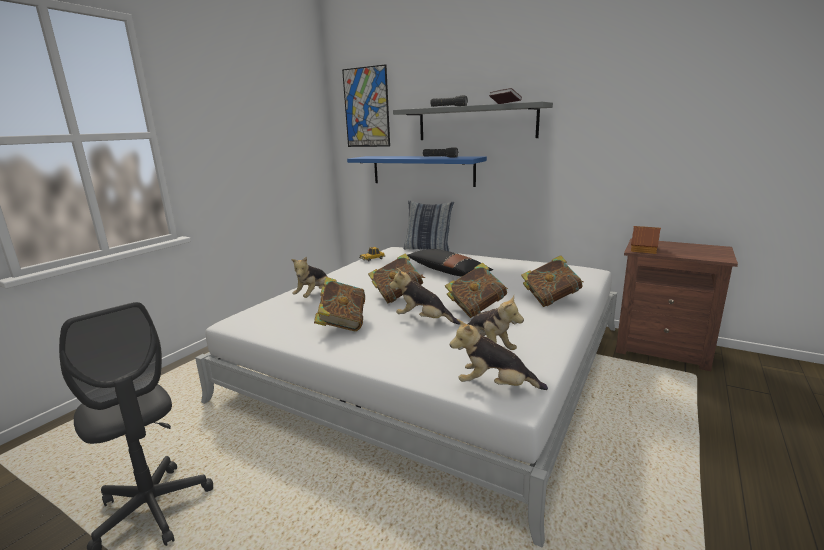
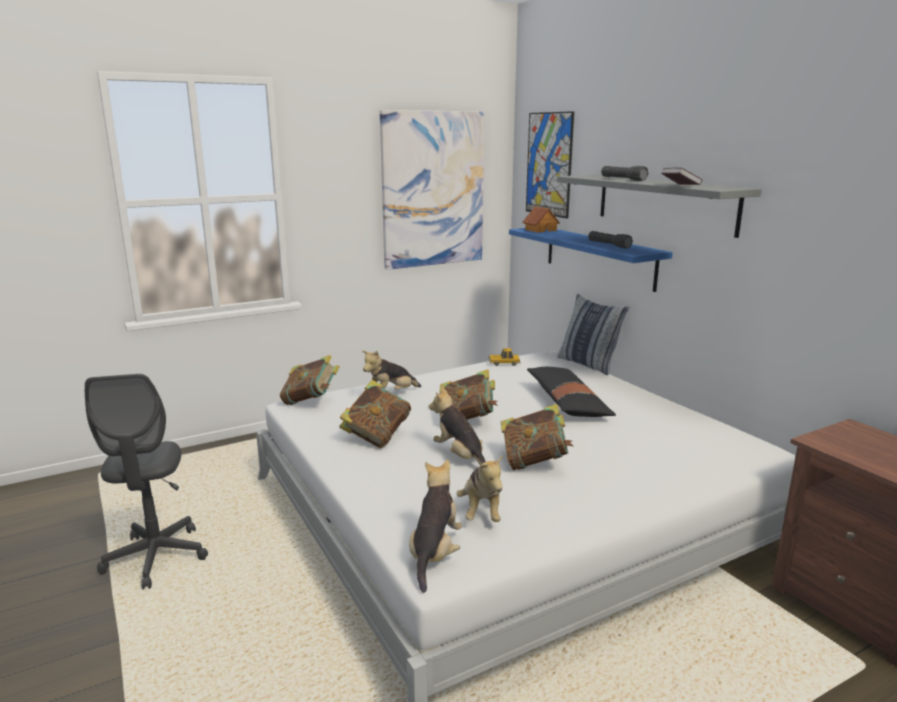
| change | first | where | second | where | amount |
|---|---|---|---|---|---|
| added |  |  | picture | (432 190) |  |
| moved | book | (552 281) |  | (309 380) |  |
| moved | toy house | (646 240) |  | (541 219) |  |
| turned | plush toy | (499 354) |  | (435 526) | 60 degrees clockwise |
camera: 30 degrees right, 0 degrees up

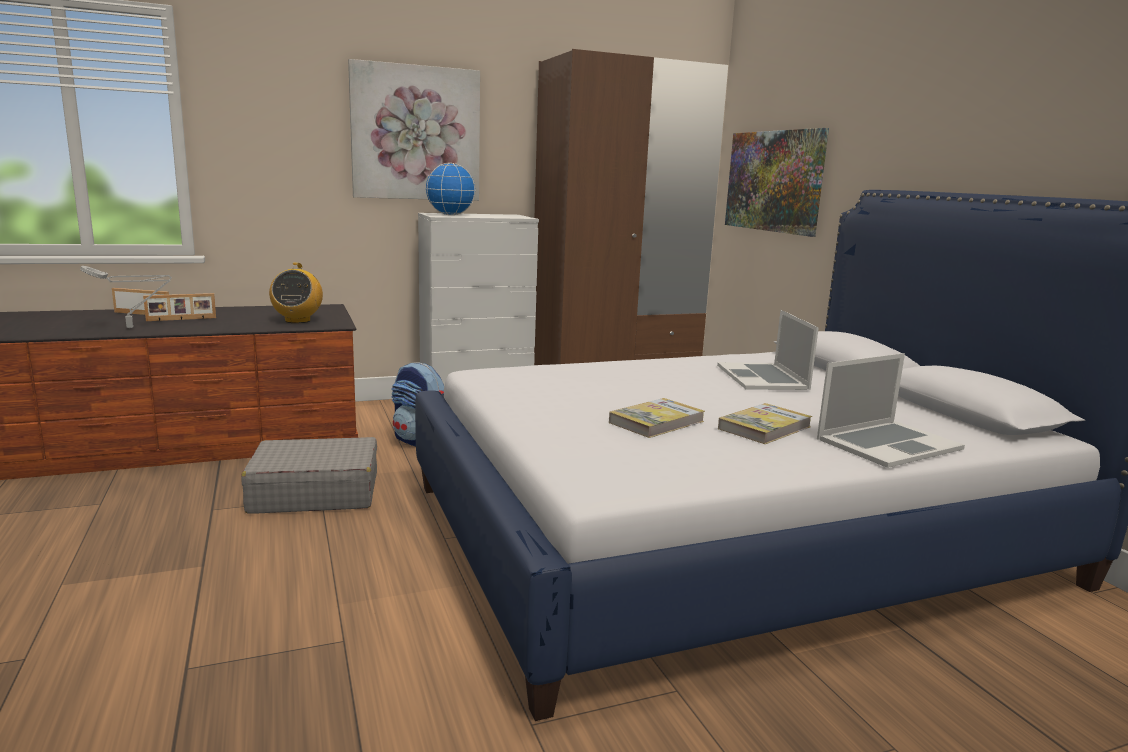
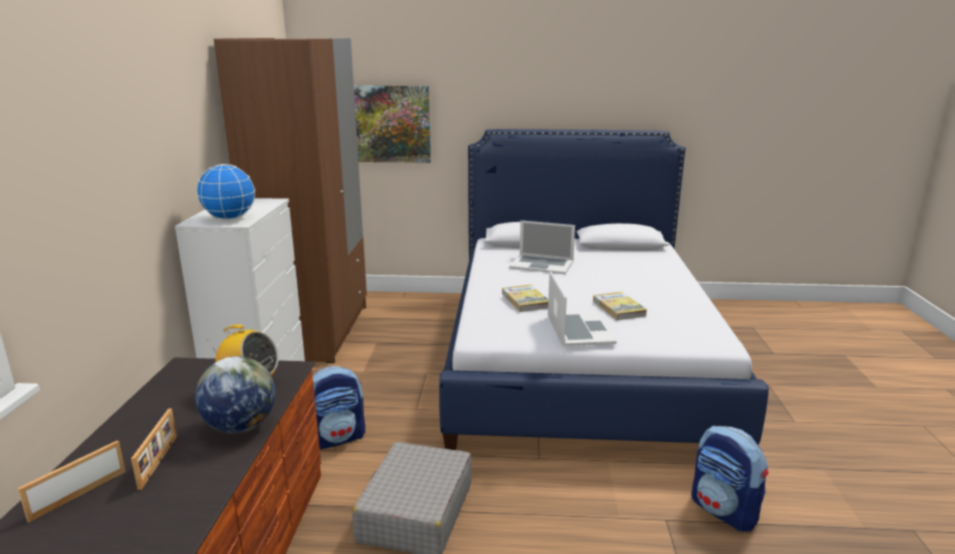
| change | first | where | second | where | amount |
|---|---|---|---|---|---|
| removed | table lamp (grey) | (126 297) |  |  |  |
| removed | picture | (414 130) |  |  |  |
| added |  |  | globe | (235 394) |  |
| added |  |  | backpack | (730 479) |  |
| moved | book | (765 423) |  | (525 298) |  |
| moved | laptop | (891 410) |  | (582 308) |  |
camera: 65 degrees left, 5 degrees up

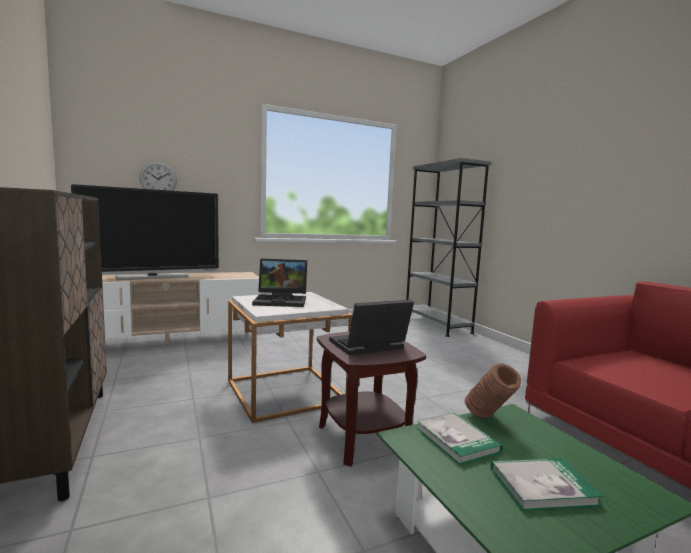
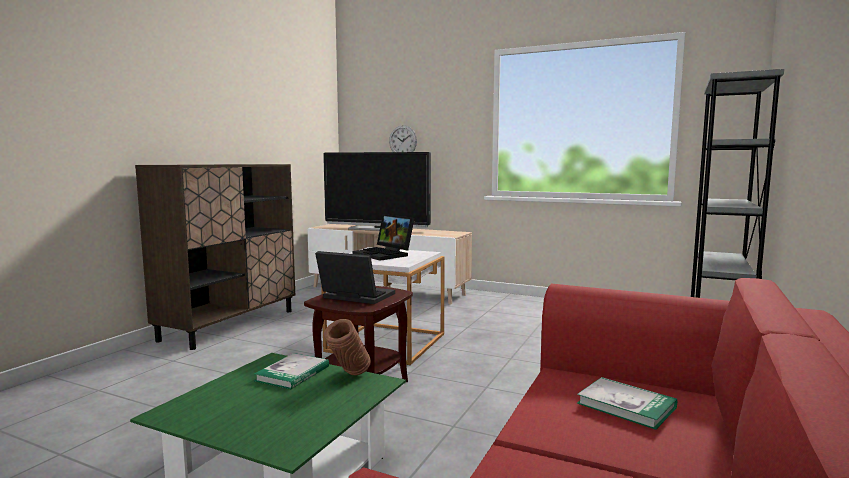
| change | first | where | second | where | amount |
|---|---|---|---|---|---|
| moved | book | (547 484) |  | (627 403) |  |
camera: 50 degrees right, 0 degrees up

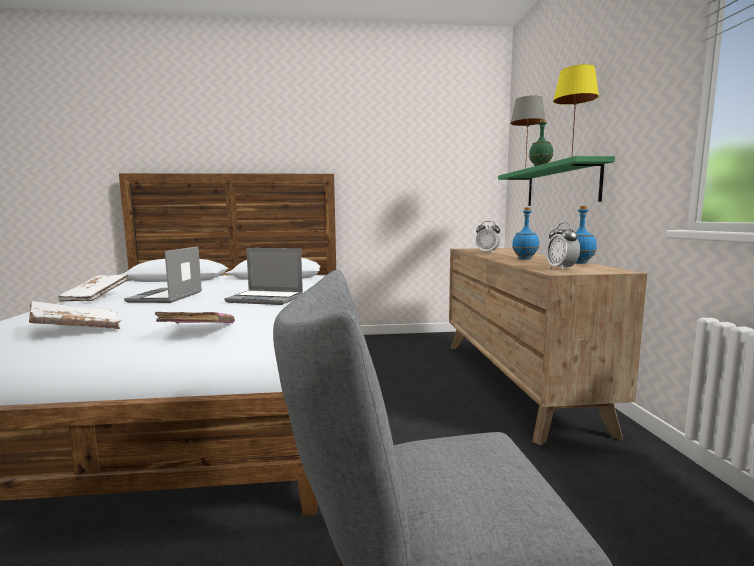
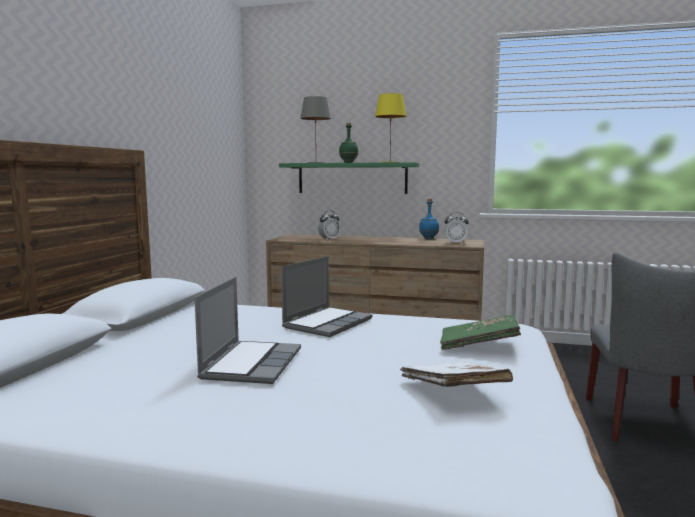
| change | first | where | second | where | amount |
|---|---|---|---|---|---|
| removed | book (white) | (93 288) |  |  |  |
| removed | bottle (blue) | (525 233) |  |  |  |
| recoloured | book (pink) | (195 318) | book (green) | (480 332) |  |
| turned | laptop | (163 274) |  | (247 330) | 105 degrees counterclockwise |
camera: 70 degrees left, 0 degrees up

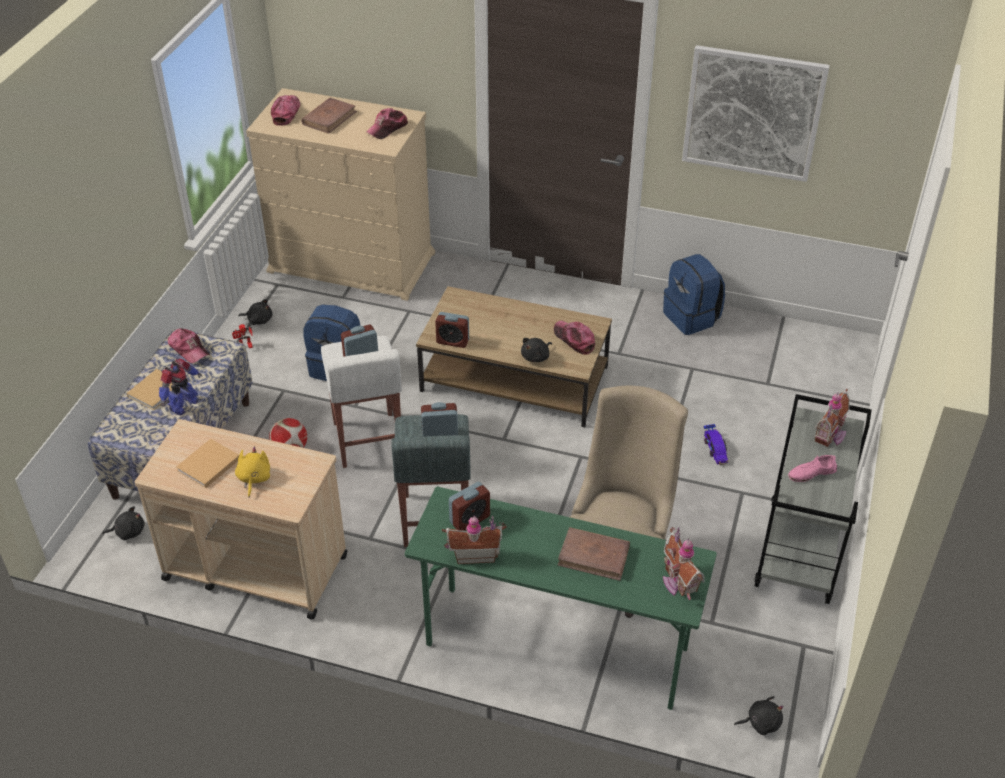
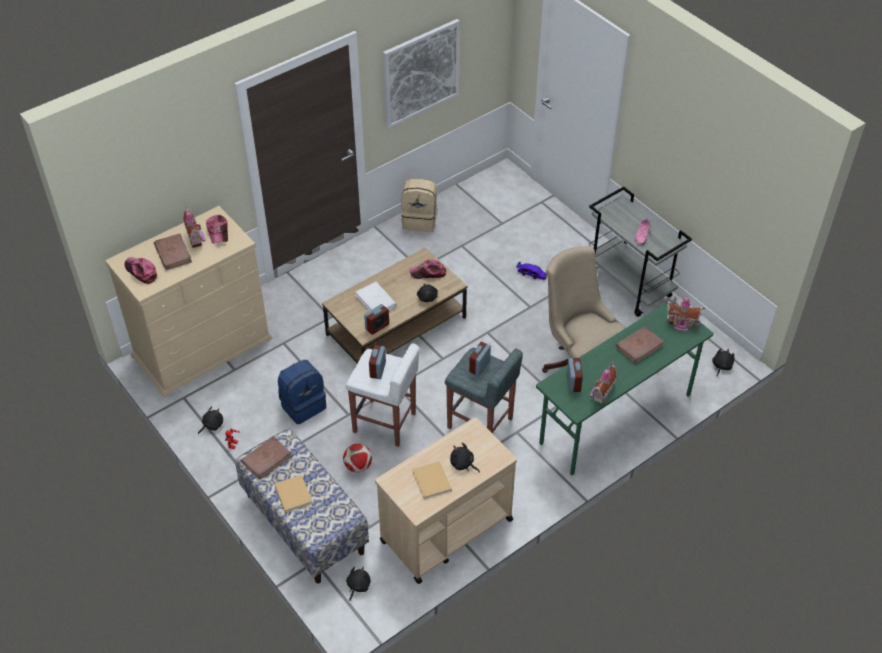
| change | first | where | second | where | amount |
|---|---|---|---|---|---|
| removed | toy robot | (180 387) |  |  |  |
| added |  |  | book (white) | (376 296) |  |
| moved | toy house | (832 418) |  | (194 227) |  |
| replaced | cap | (188 345) | book (brown) | (266 458) |  |
| recoloured | plush toy (yellow) | (252 472) | plush toy (black) | (465 458) |  |
| recoloured | backpack (blue) | (694 294) | backpack (beige) | (419 205) |  |
camera: 55 degrees left, 5 degrees up

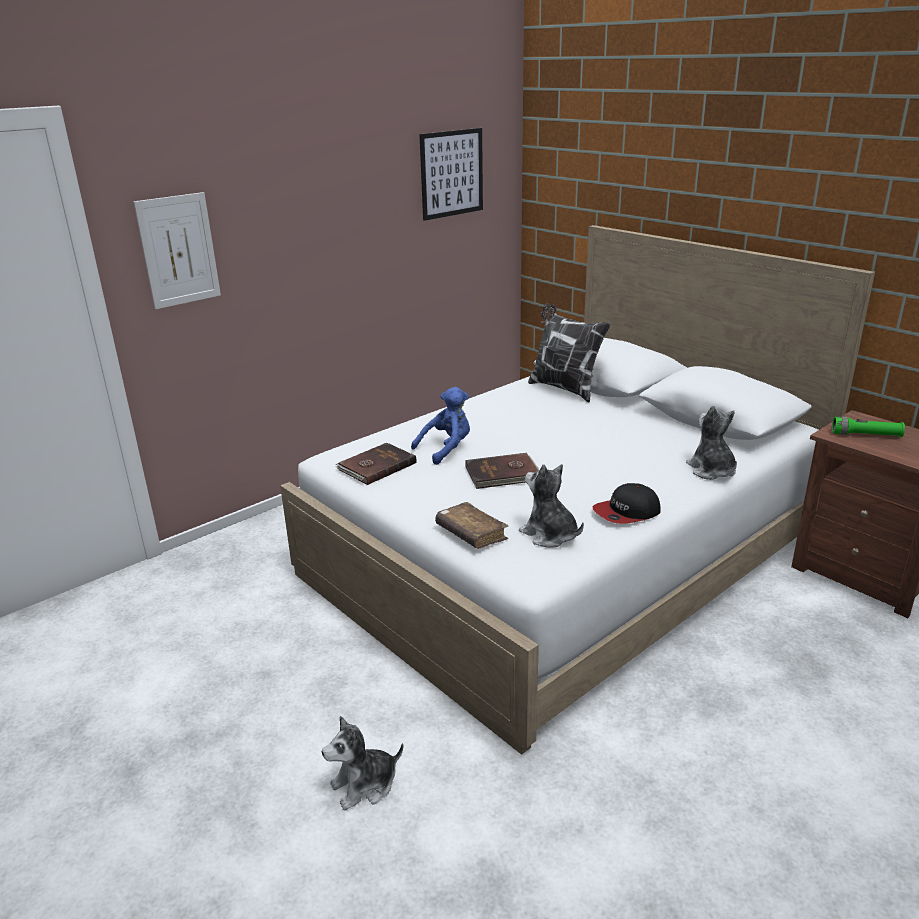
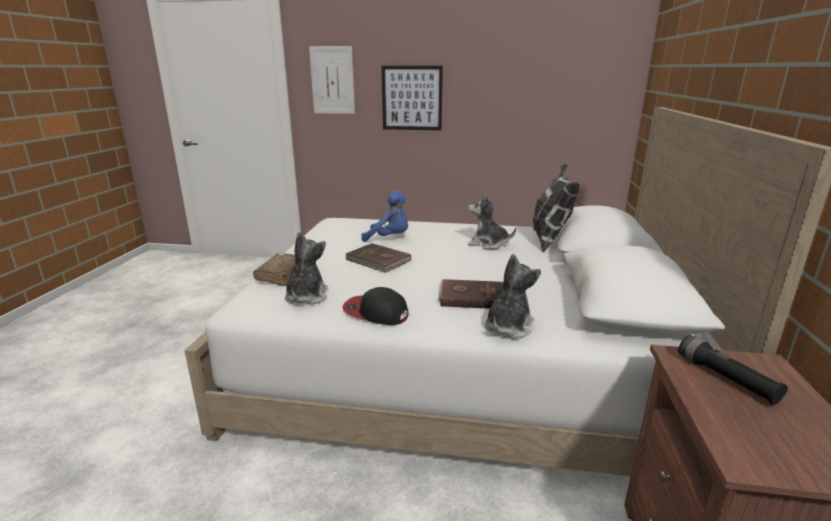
| change | first | where | second | where | amount |
|---|---|---|---|---|---|
| moved | plush toy | (363 763) |  | (492 221) |  |
| moved | book (brown) | (376 464) |  | (471 294) |  |
| moved | picture | (451 174) |  | (412 98) |  |
| recoloured | flashlight (green) | (868 427) | flashlight (black) | (733 370) |  |
camera: 50 degrees right, 5 degrees down

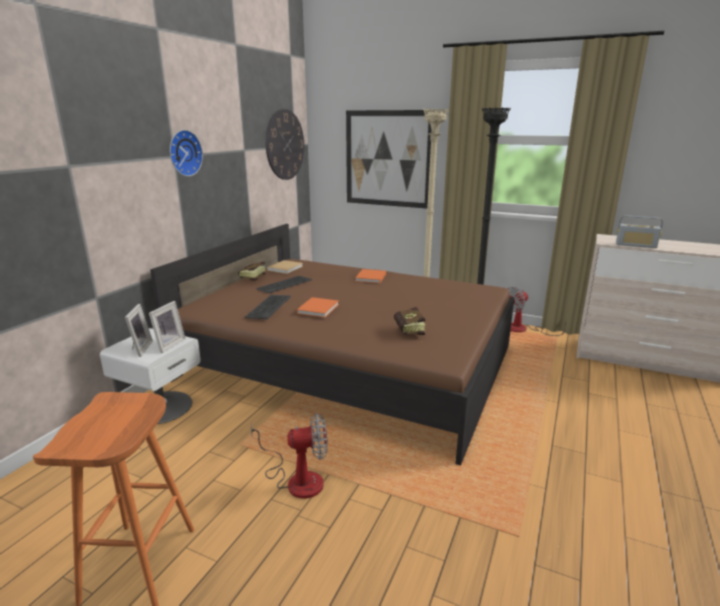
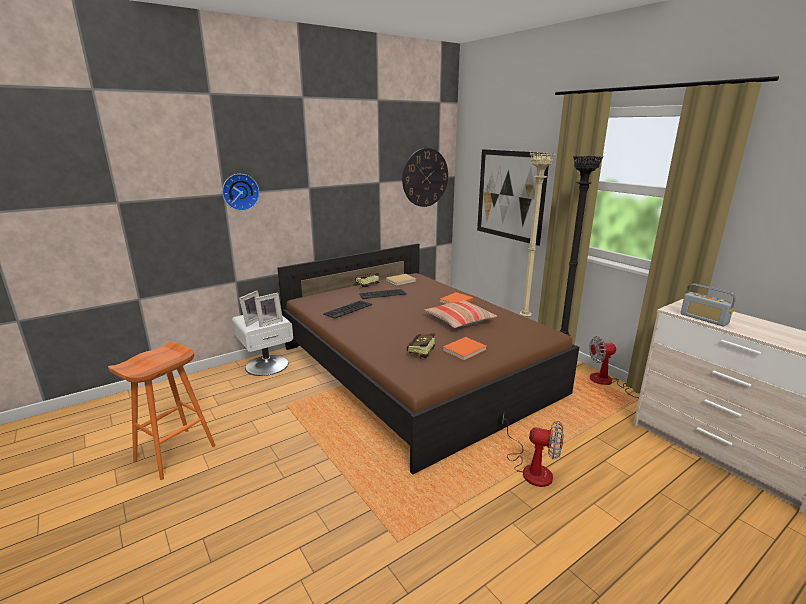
| change | first | where | second | where | amount |
|---|---|---|---|---|---|
| added |  |  | pillow | (460 314) |  |
| moved | wall clock | (186 153) |  | (240 192) |  |
| moved | fan | (289 456) |  | (533 451) |  |
| moved | book (orange) | (318 307) |  | (465 348) |  |
camera: 30 degrees right, 0 degrees up

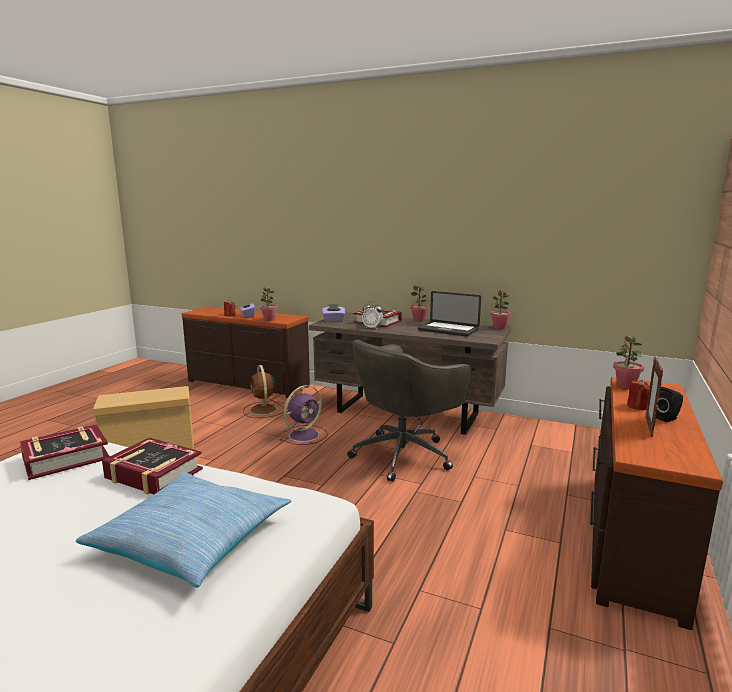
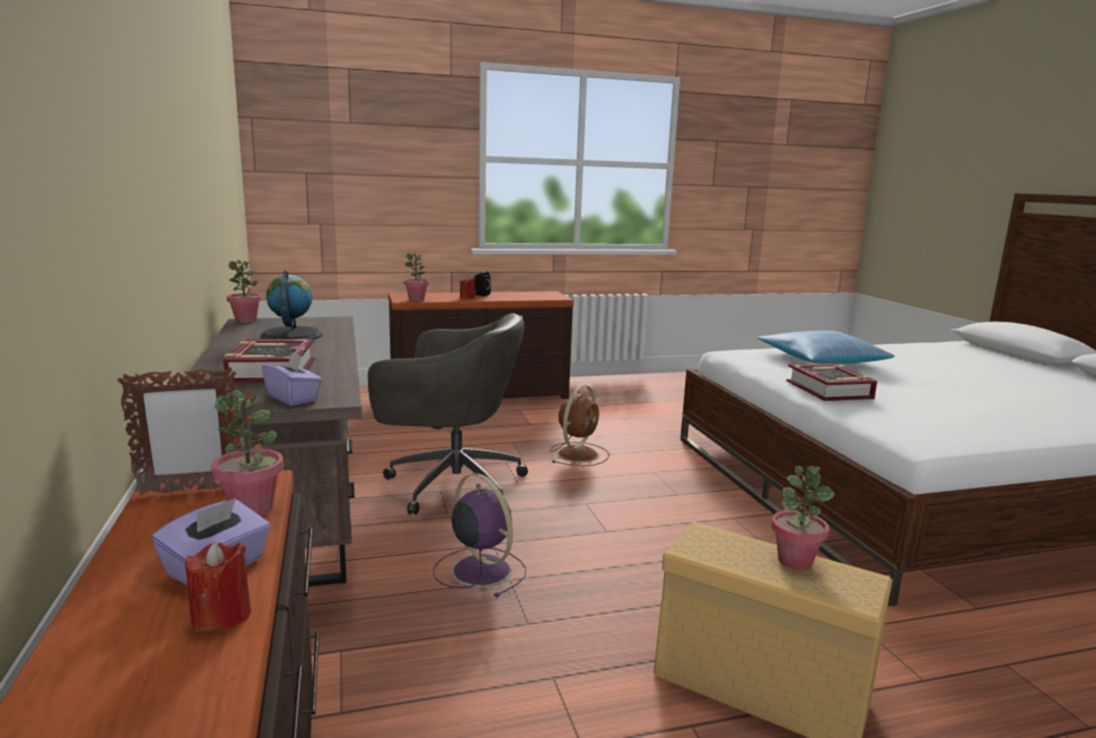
| change | first | where | second | where | amount |
|---|---|---|---|---|---|
| removed | book | (65 452) |  |  |  |
| removed | alarm clock | (372 315) |  |  |  |
| moved | fan (brown) | (263 391) |  | (580 425) |  |
| moved | potted plant | (419 303) |  | (803 518) |  |
| moved | picture frame | (654 397) |  | (179 430) |  |
| replaced | laptop | (449 313) | globe | (291 305) |  |
| turned | fan (purple) | (304 415) |  | (479 535) | 45 degrees clockwise |
camera: 130 degrees left, 0 degrees up

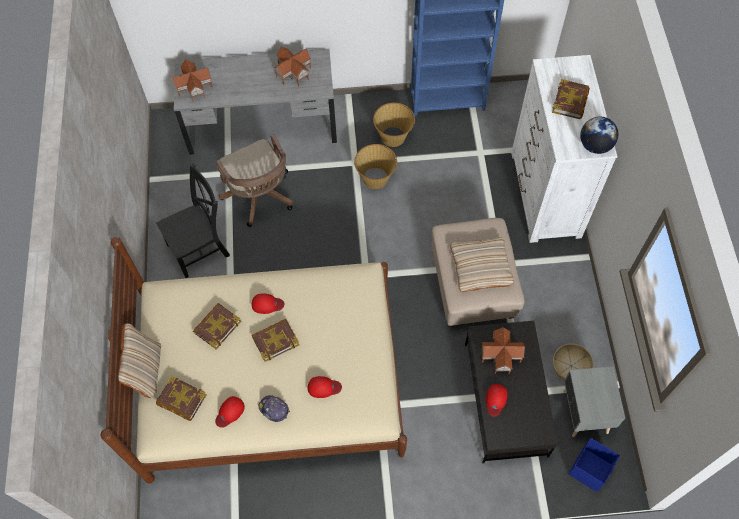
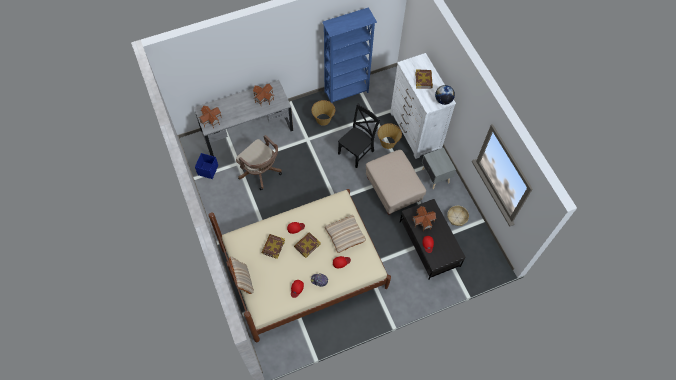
| change | first | where | second | where | amount |
|---|---|---|---|---|---|
| removed | book | (181 398) |  |  |  |
| moved | chair (black) | (193 220) |  | (359 135) |  |
| moved | basket | (375 166) |  | (390 136) |  |
| moved | pillow (beige) | (482 264) |  | (345 234) |  |
| moved | nightstand (grey) | (594 401) |  | (439 168) |  |
| moved | storage box (blue) | (594 465) |  | (206 166) |  |
camera: 20 degrees left, 0 degrees up

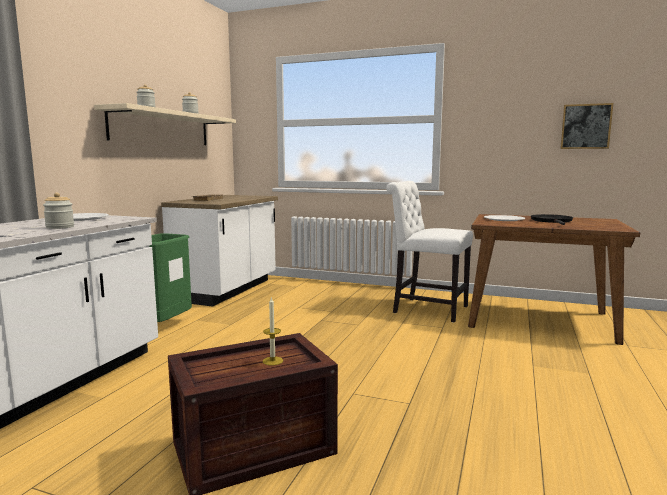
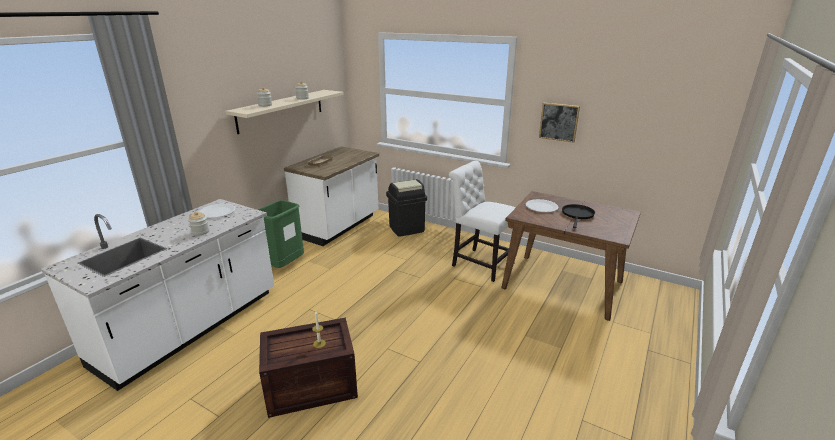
| change | first | where | second | where | amount |
|---|---|---|---|---|---|
| added |  |  | trash can (black) | (406 208) |  |
| moved | picture | (586 126) |  | (559 123) |  |
camera: 10 degrees right, 15 degrees up

